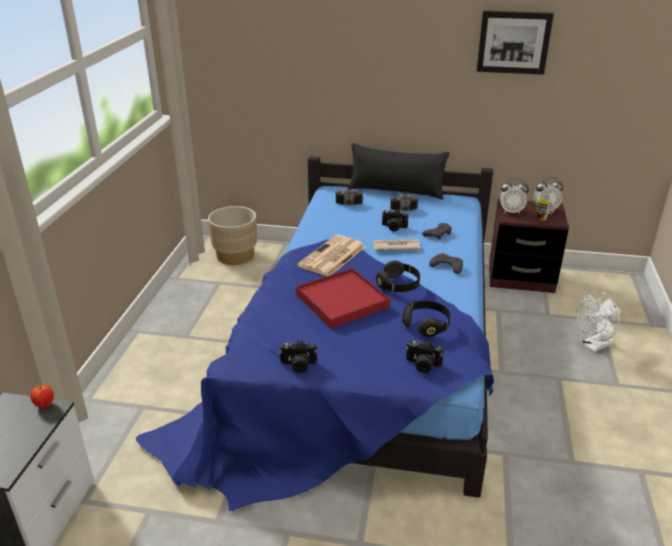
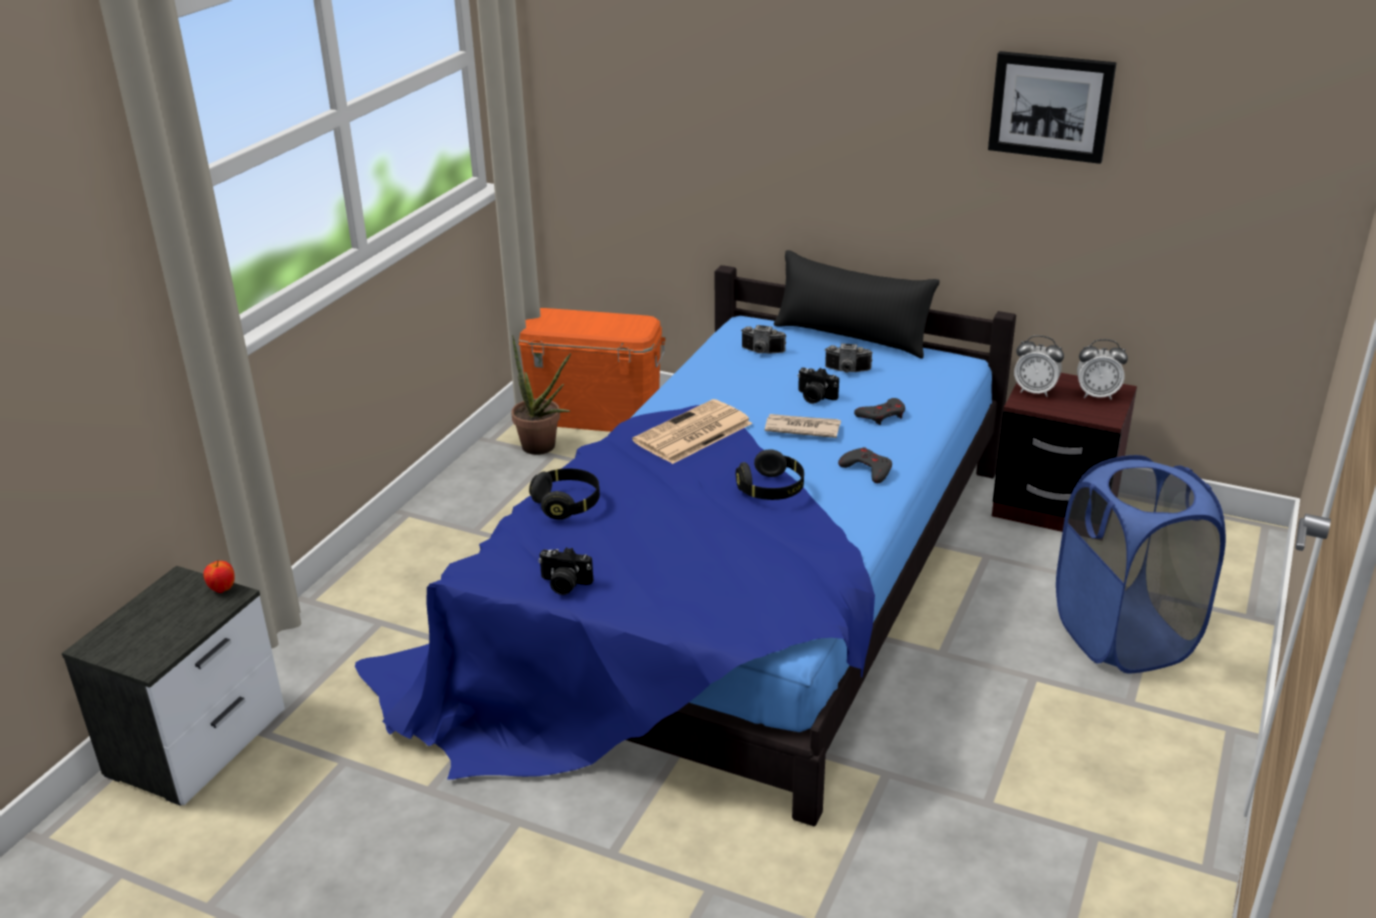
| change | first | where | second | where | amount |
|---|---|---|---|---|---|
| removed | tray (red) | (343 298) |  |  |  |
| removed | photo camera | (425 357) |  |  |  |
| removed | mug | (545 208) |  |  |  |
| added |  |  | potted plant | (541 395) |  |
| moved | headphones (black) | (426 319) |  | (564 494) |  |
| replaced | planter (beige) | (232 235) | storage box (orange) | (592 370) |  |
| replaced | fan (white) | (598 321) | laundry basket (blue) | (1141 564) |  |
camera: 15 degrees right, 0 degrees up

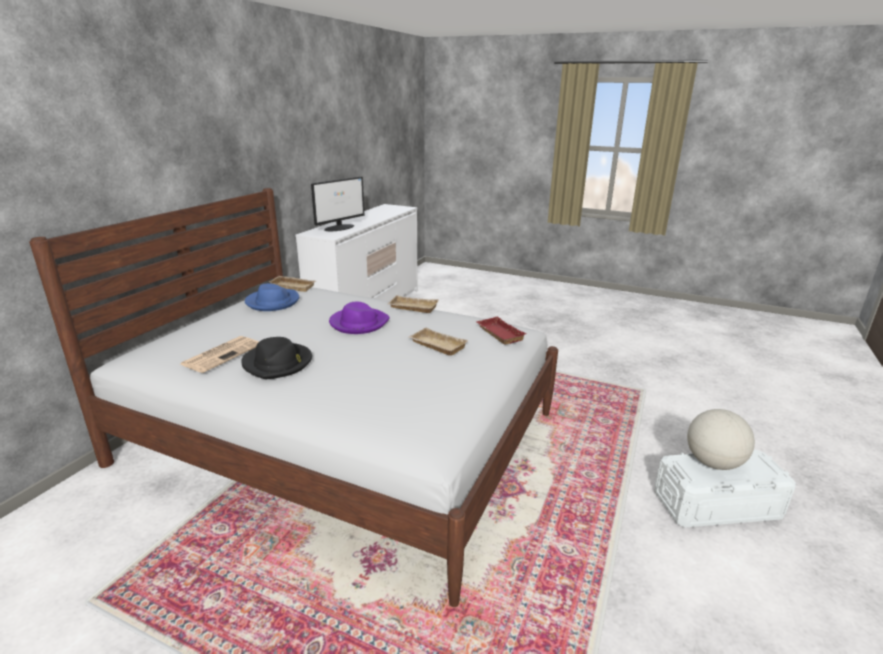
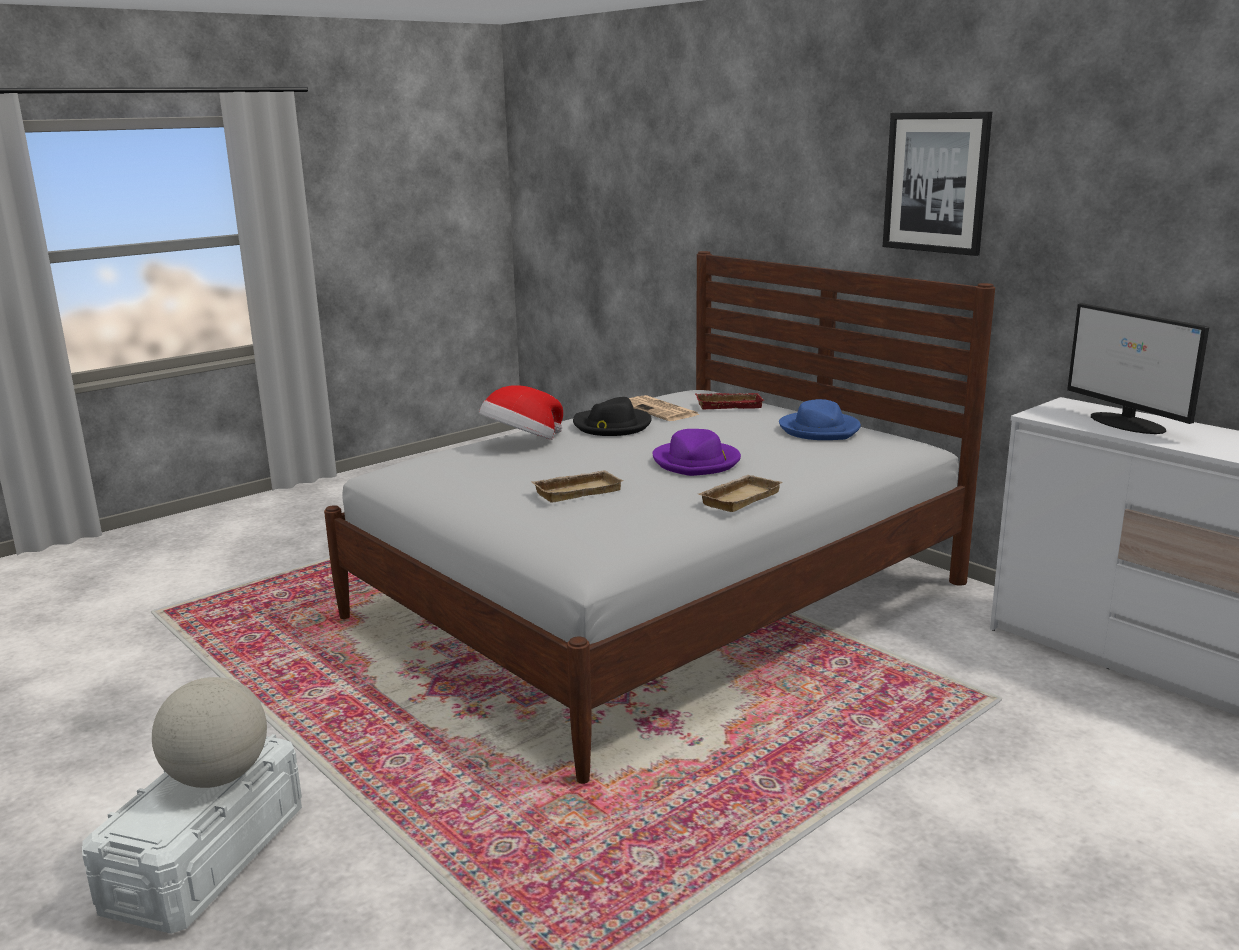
| change | first | where | second | where | amount |
|---|---|---|---|---|---|
| removed | tray (beige) | (292 284) |  |  |  |
| added |  |  | hat | (521 412) |  |
| added |  |  | picture | (937 184) |  |
| moved | tray (red) | (501 331) |  | (729 401) |  |
camera: 115 degrees right, 5 degrees down

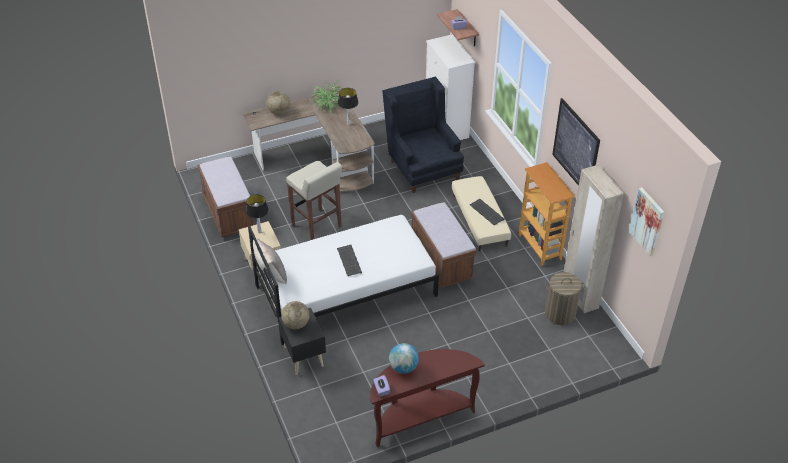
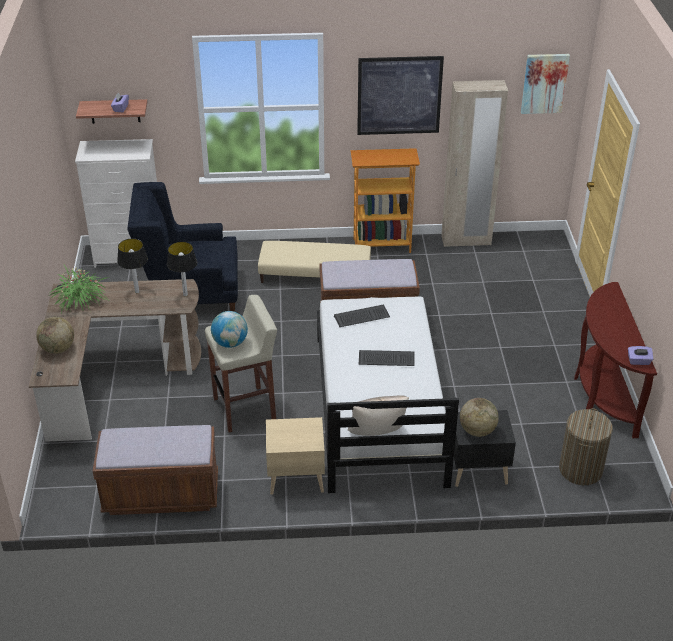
| change | first | where | second | where | amount |
|---|---|---|---|---|---|
| moved | table lamp | (257 213) |  | (182 269) |  |
| moved | globe | (404 358) |  | (229 329) |  |
| moved | keyboard | (487 212) |  | (362 315) |  |
| moved | laundry basket | (565 298) |  | (586 446) |  |
camera: 70 degrees left, 5 degrees down

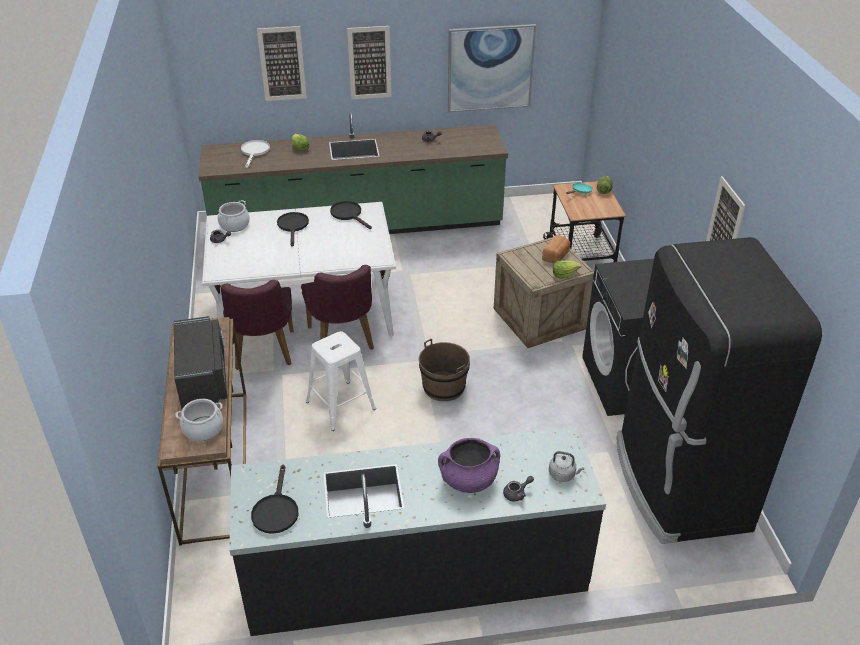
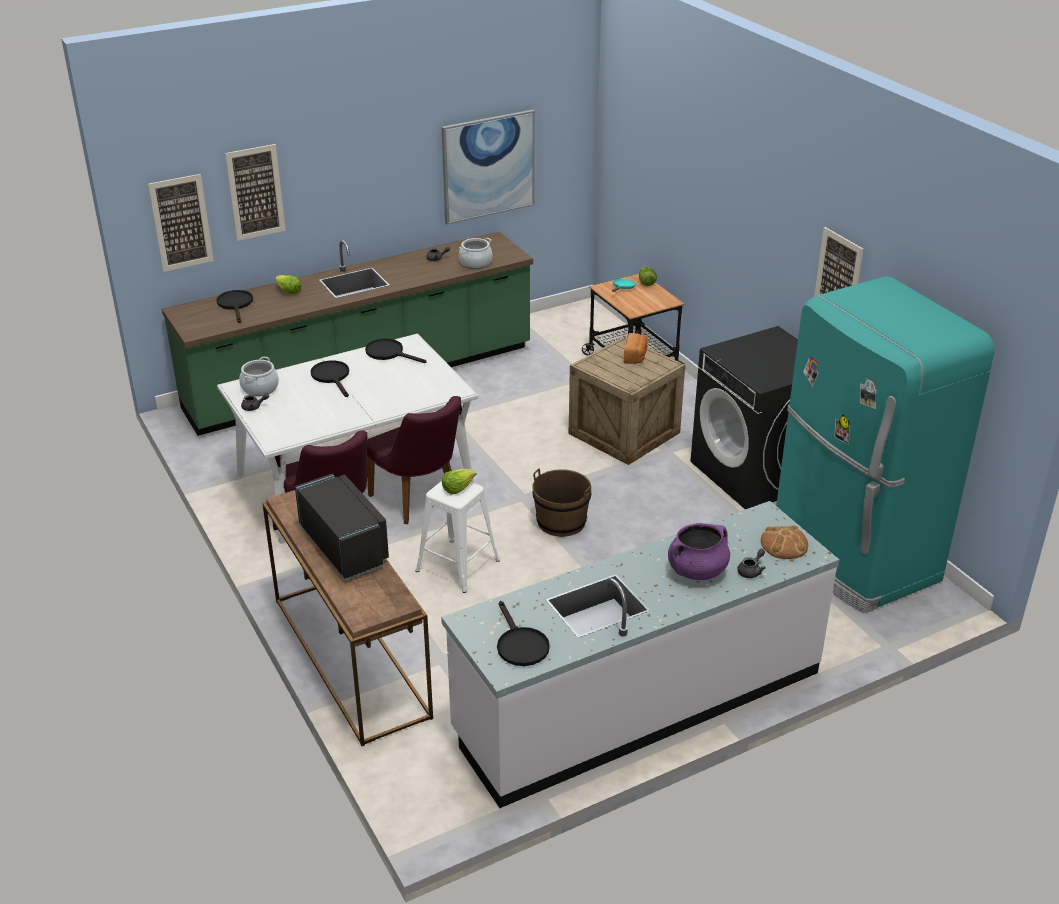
| change | first | where | second | where | amount |
|---|---|---|---|---|---|
| moved | cooking pot | (199 420) |  | (475 253) |  |
| moved | picture | (369 63) |  | (181 223) |  |
| moved | lettuce | (567 269) |  | (459 481) |  |
| replaced | kettle (grey) | (566 466) | bread | (784 542) |  |
| recoloured | counter (black) | (418 531) | counter (white) | (640 654) |  |
| recoloured | frying pan (white) | (255 154) | frying pan (black) | (234 306) |  |
| recoloured | fridge (black) | (719 390) | fridge (turquoise) | (885 444) |  |
camera: 20 degrees left, 5 degrees down

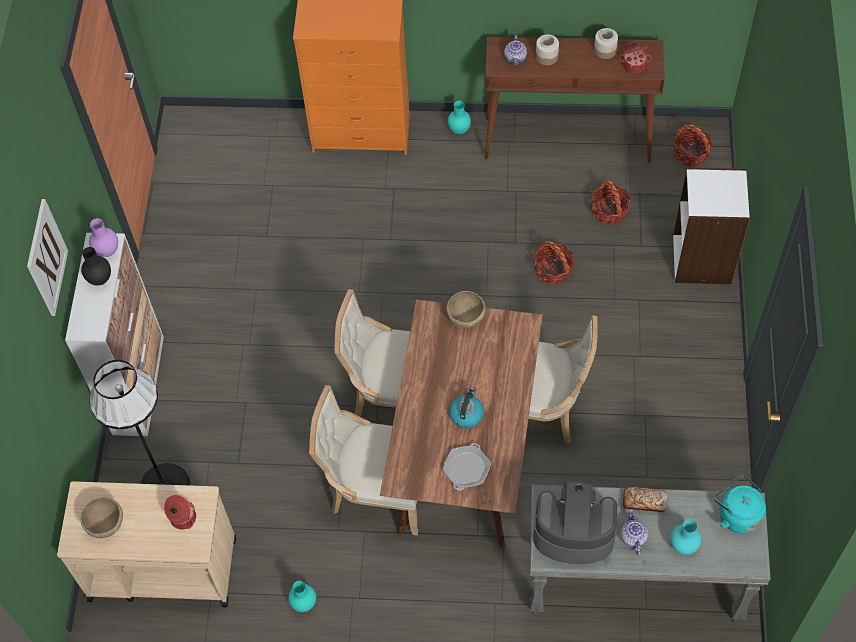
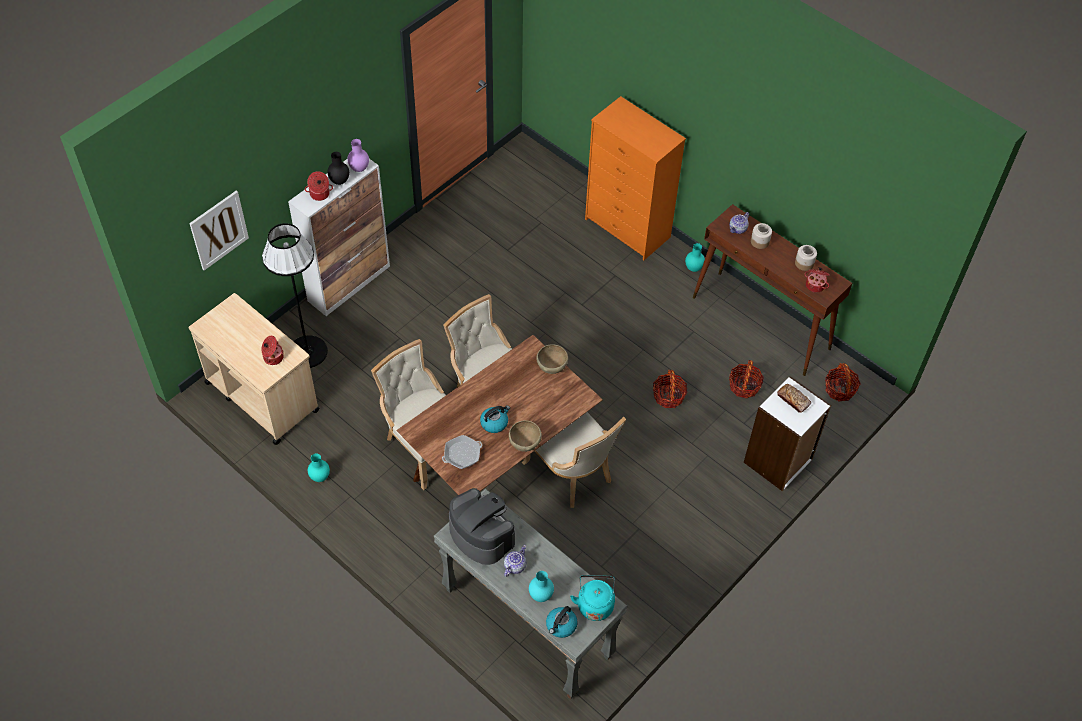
| change | first | where | second | where | amount |
|---|---|---|---|---|---|
| added |  |  | cooking pot | (319 186) |  |
| added |  |  | kettle | (562 622) |  |
| moved | picture | (47 257) |  | (219 230) |  |
| moved | bowl (brown) | (102 517) |  | (525 436) |  |
| moved | bread | (645 500) |  | (794 398) |  |
camera: 35 degrees right, 5 degrees down

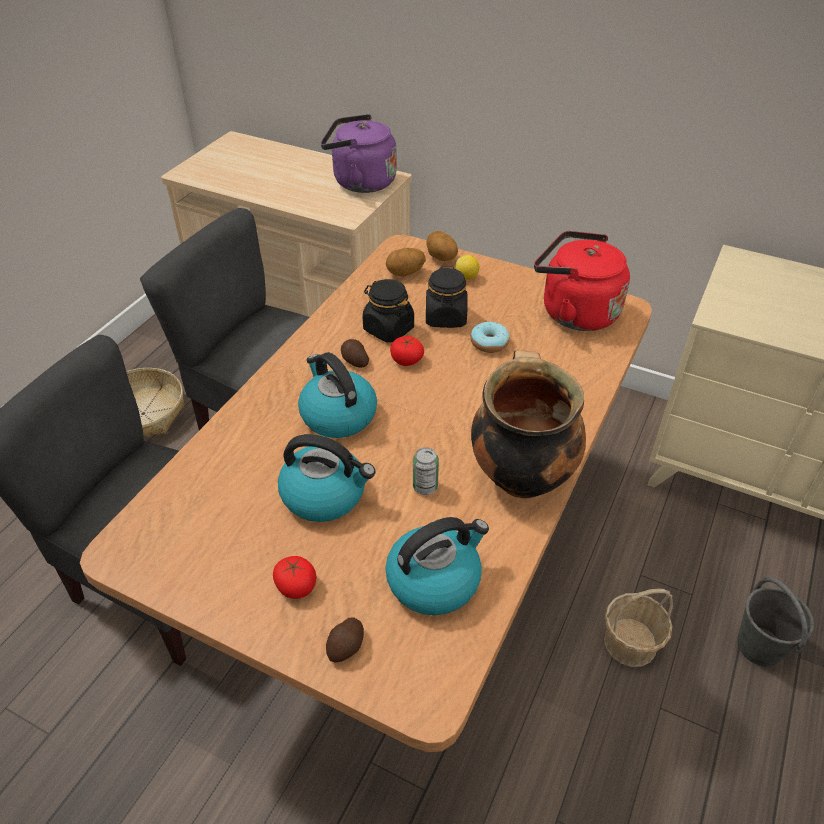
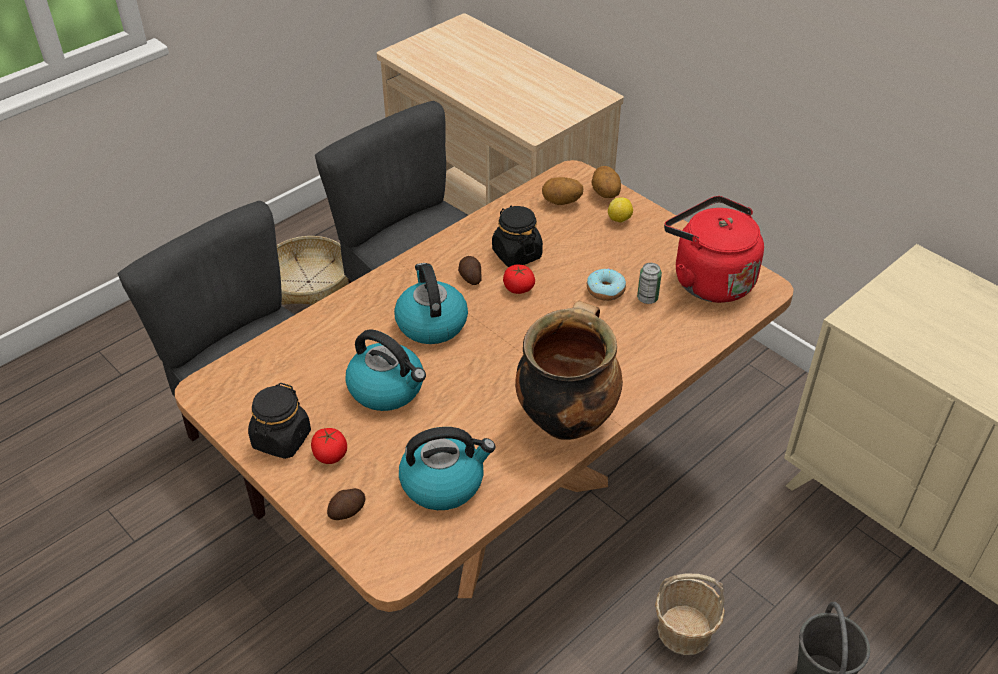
| change | first | where | second | where | amount |
|---|---|---|---|---|---|
| removed | kettle (purple) | (359 153) |  |  |  |
| moved | can | (426 471) |  | (649 283) |  |
| moved | jar (black) | (447 297) |  | (279 421) |  |
camera: 20 degrees right, 0 degrees up

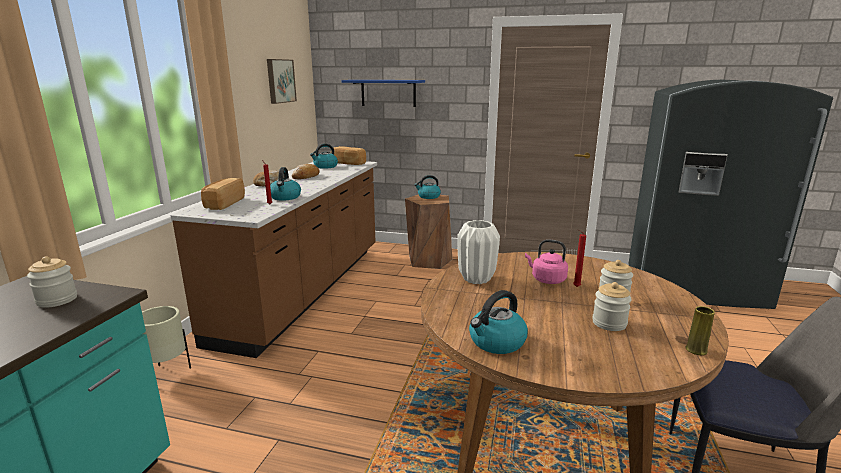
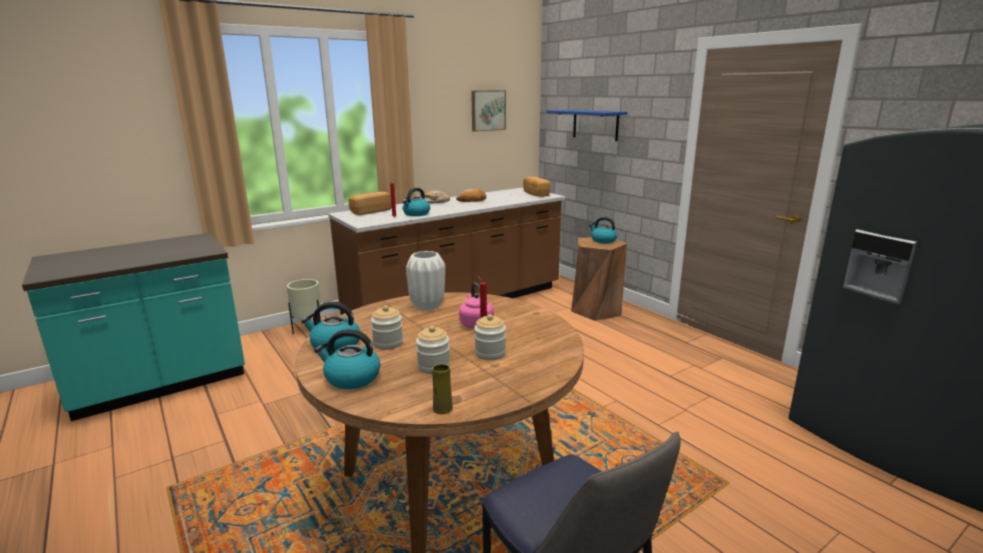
| change | first | where | second | where | amount |
|---|---|---|---|---|---|
| moved | jar | (52 282) |  | (387 327) |  |
| moved | kettle | (324 156) |  | (348 359) |  |
camera: 40 degrees right, 0 degrees up

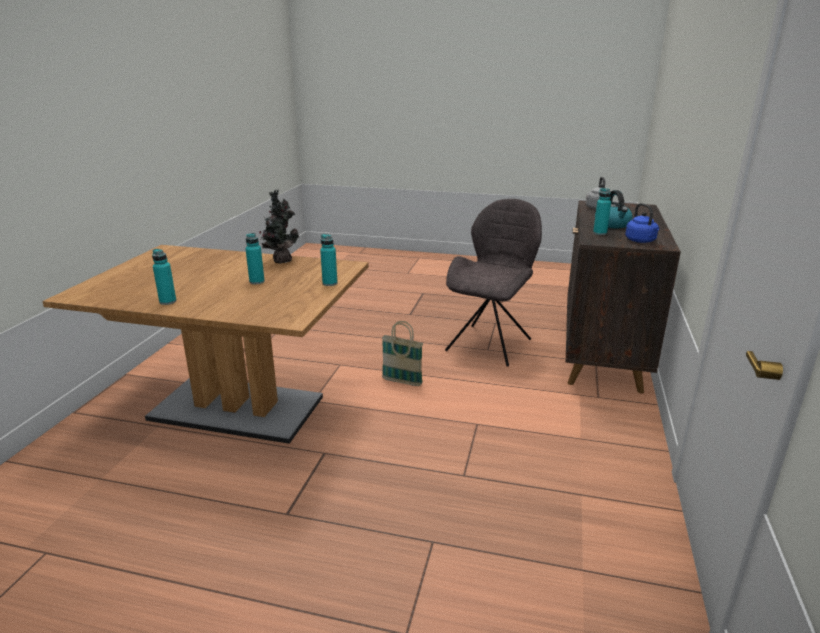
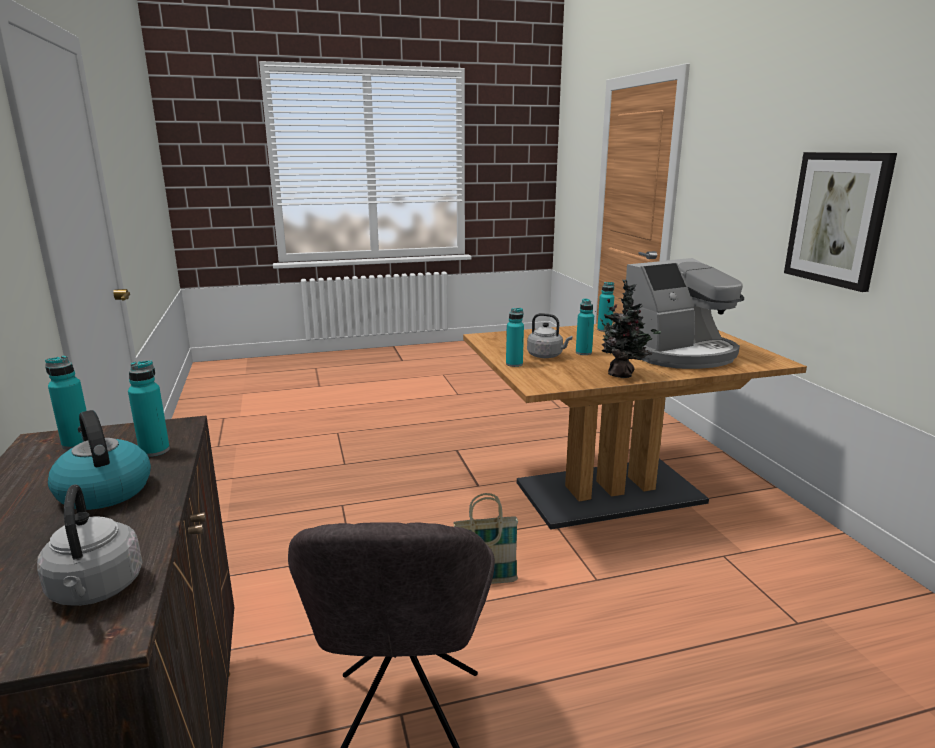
| change | first | where | second | where | amount |
|---|---|---|---|---|---|
| added |  |  | kettle (grey) | (549 335) |  |
| added |  |  | coffee machine | (685 313) |  |
| added |  |  | picture | (840 222) |  |
| replaced | kettle (blue) | (642 223) | bottle (turquoise) | (66 403) |  |
camera: 150 degrees right, 5 degrees down

